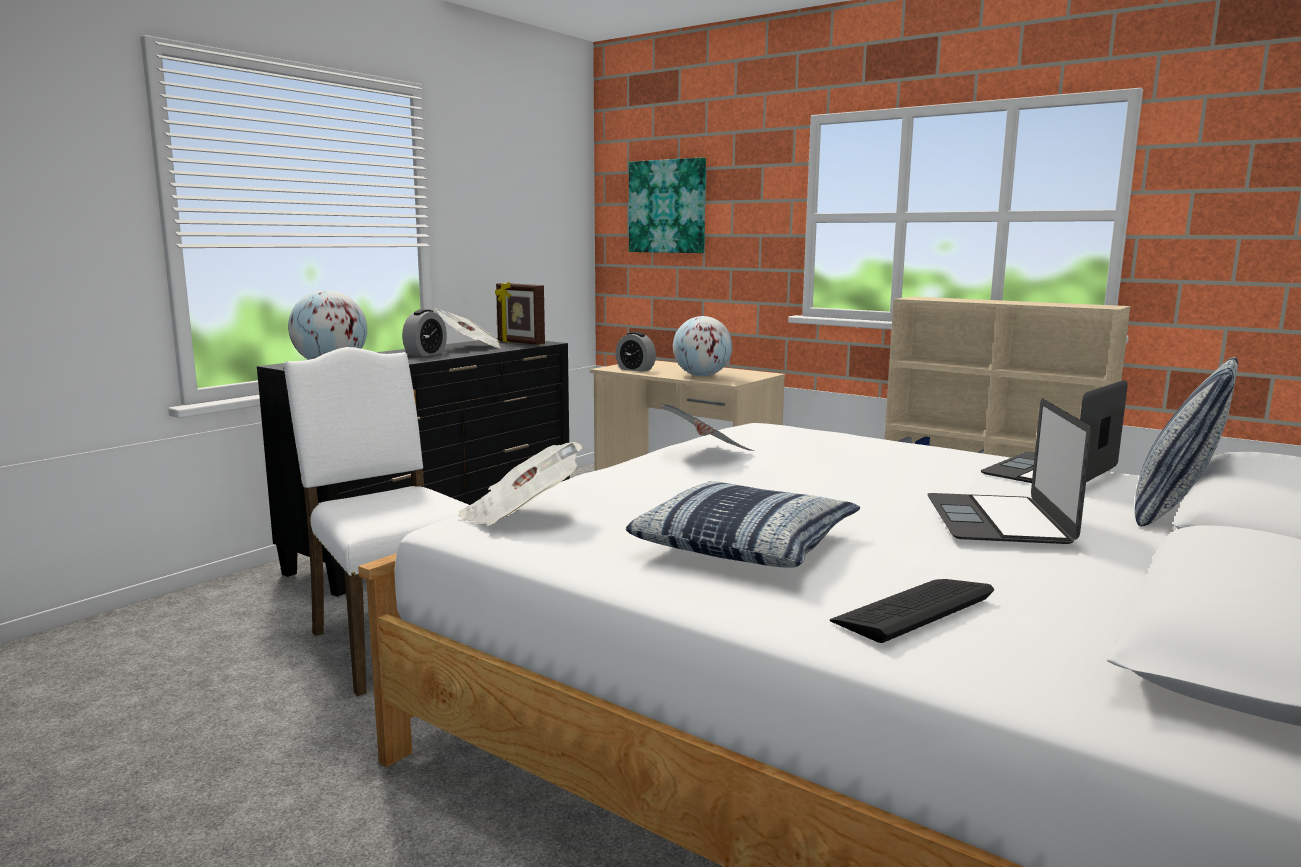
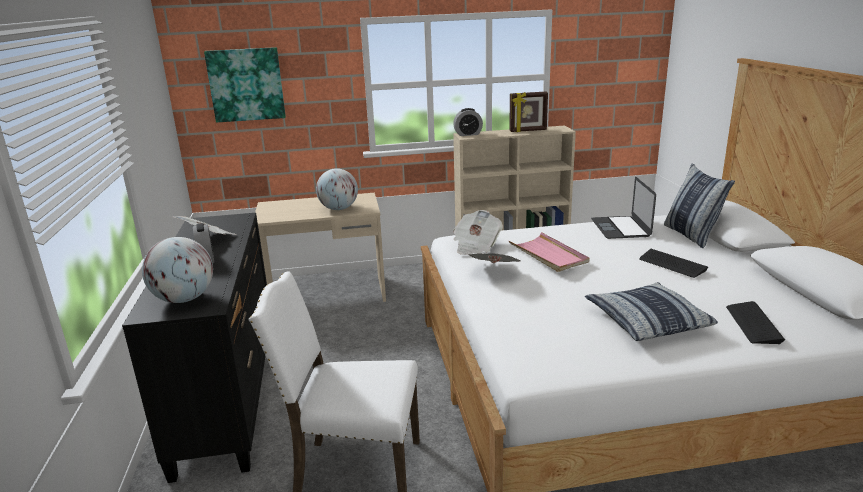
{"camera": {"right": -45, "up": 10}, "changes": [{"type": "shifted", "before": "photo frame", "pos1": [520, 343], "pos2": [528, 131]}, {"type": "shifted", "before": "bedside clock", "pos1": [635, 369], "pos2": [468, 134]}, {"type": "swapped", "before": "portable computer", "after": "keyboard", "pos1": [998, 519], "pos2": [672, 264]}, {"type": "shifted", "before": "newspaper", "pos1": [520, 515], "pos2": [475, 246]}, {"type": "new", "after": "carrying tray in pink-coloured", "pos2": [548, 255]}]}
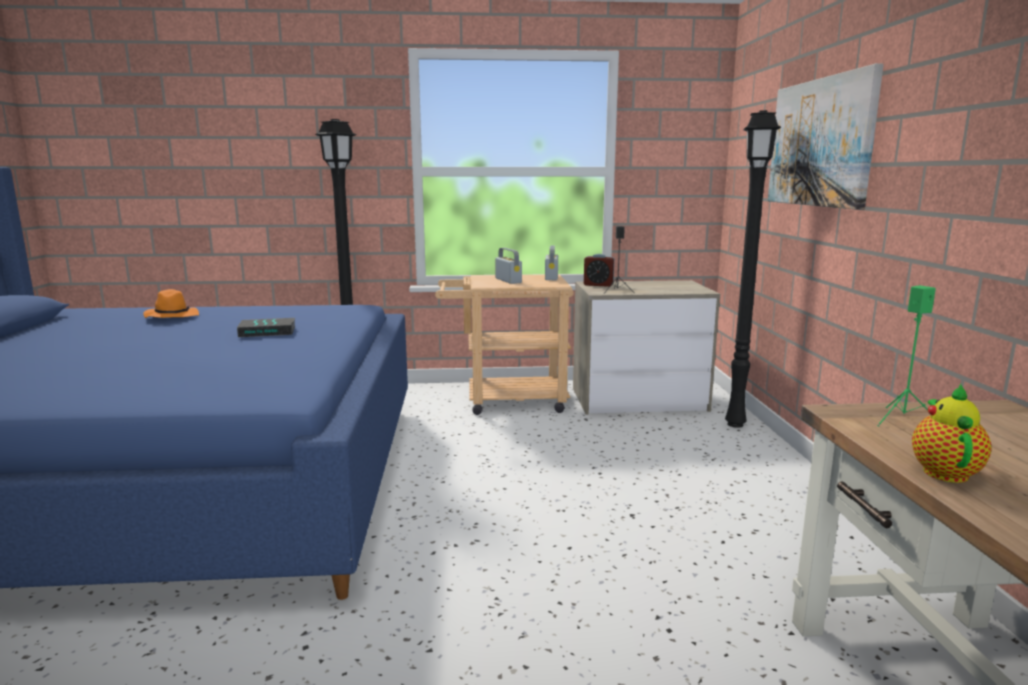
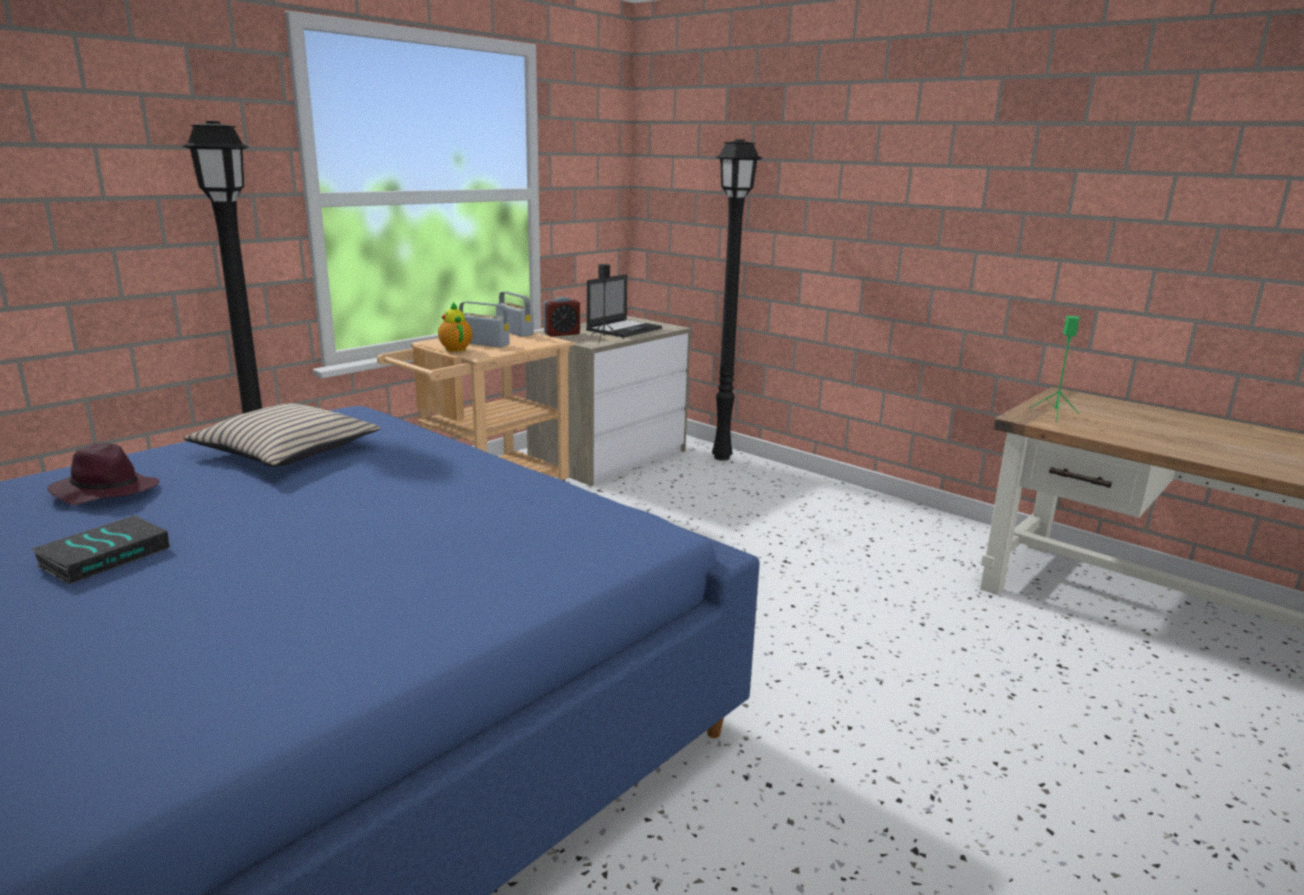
{"camera": {"right": -45, "up": 5}, "changes": [{"type": "gone", "before": "wall art", "pos1": [820, 143]}, {"type": "repainted", "before": "clothing hat in orangey", "after": "clothing hat in purple-coloured", "pos1": [171, 317], "pos2": [105, 491]}, {"type": "shifted", "before": "bound book", "pos1": [268, 331], "pos2": [105, 555]}, {"type": "shifted", "before": "pot for tea", "pos1": [943, 471], "pos2": [455, 349]}, {"type": "new", "after": "portable computer", "pos2": [624, 329]}, {"type": "new", "after": "pillow in beige-coloured", "pos2": [287, 451]}]}
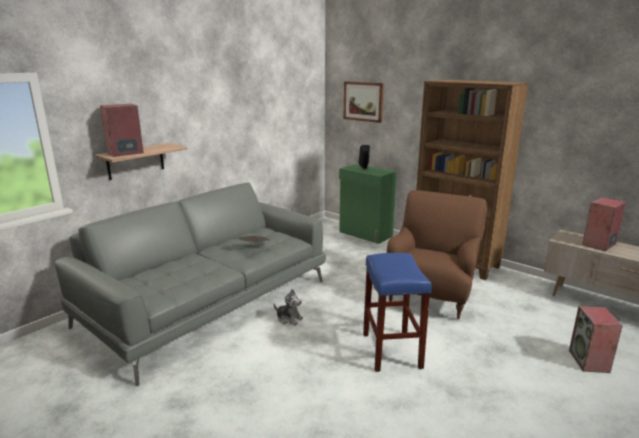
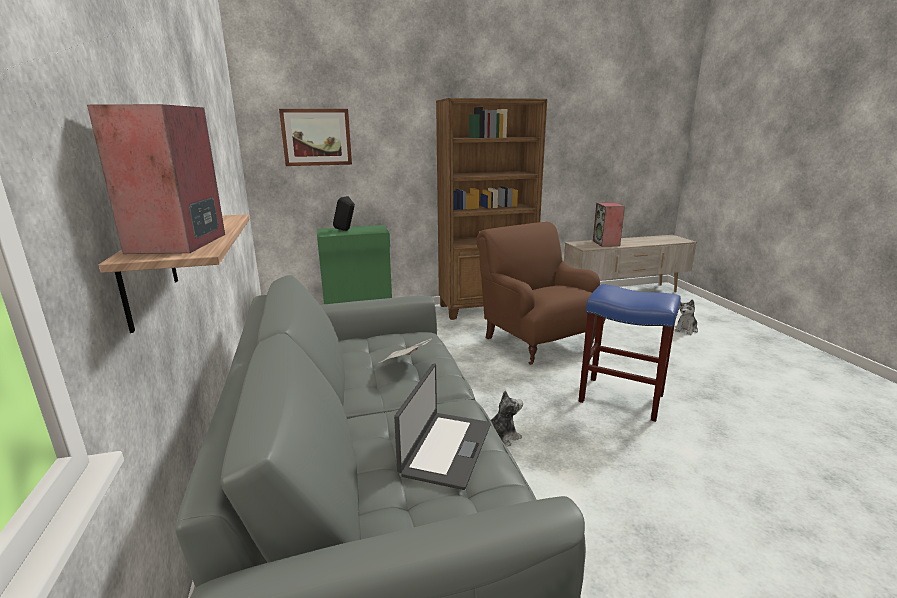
{"camera": {"right": -55, "up": 0}, "changes": [{"type": "swapped", "before": "loudspeaker", "after": "plush toy", "pos1": [589, 361], "pos2": [686, 329]}, {"type": "new", "after": "portable computer", "pos2": [445, 448]}]}
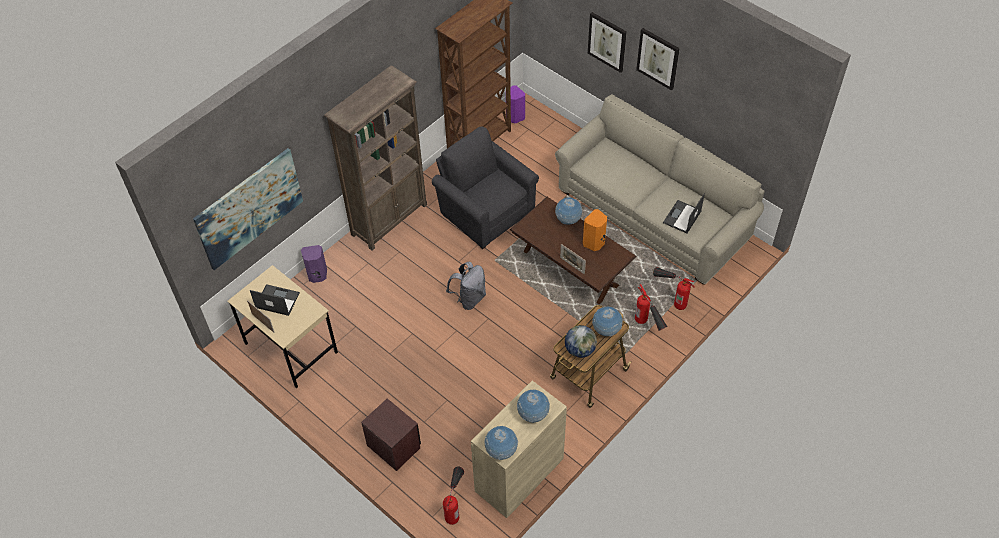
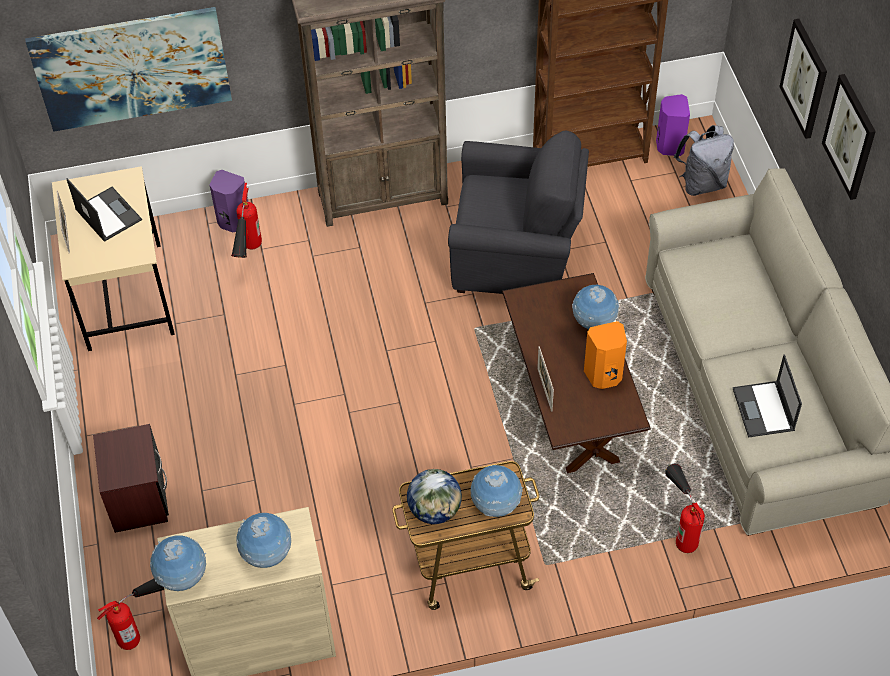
{"camera": {"right": 35, "up": 0}, "changes": [{"type": "rotated", "before": "armchair in greyish", "pos1": [485, 212], "pos2": [517, 255], "turn": 105}, {"type": "rotated", "before": "portable computer", "pos1": [682, 217], "pos2": [764, 410], "turn": -75}, {"type": "shifted", "before": "backpack in greyish", "pos1": [469, 298], "pos2": [702, 183]}, {"type": "shifted", "before": "fire extinguisher", "pos1": [648, 327], "pos2": [249, 256]}]}
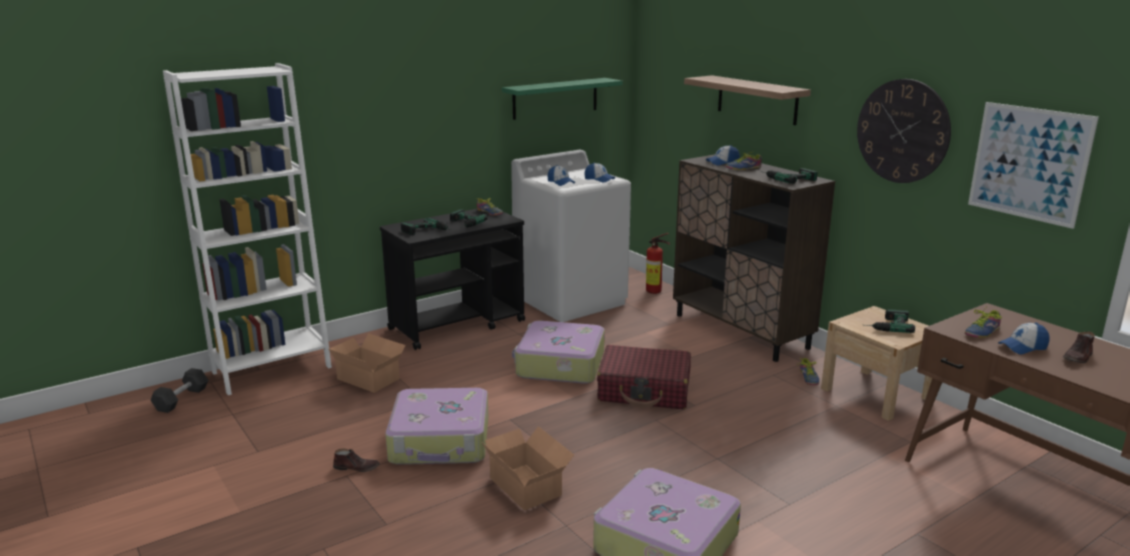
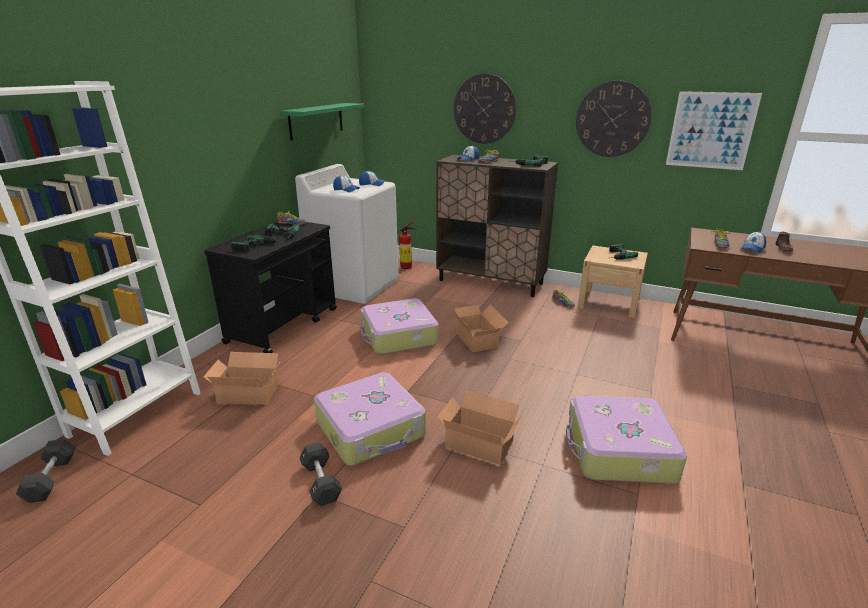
{"camera": {"right": -30, "up": 5}, "changes": [{"type": "swapped", "before": "shelf", "after": "clock on the wall", "pos1": [757, 99], "pos2": [484, 109]}, {"type": "swapped", "before": "travel case in reddish", "after": "carton", "pos1": [644, 390], "pos2": [478, 339]}, {"type": "swapped", "before": "low shoe in brownish", "after": "free weight in black-coloured", "pos1": [357, 467], "pos2": [321, 482]}]}
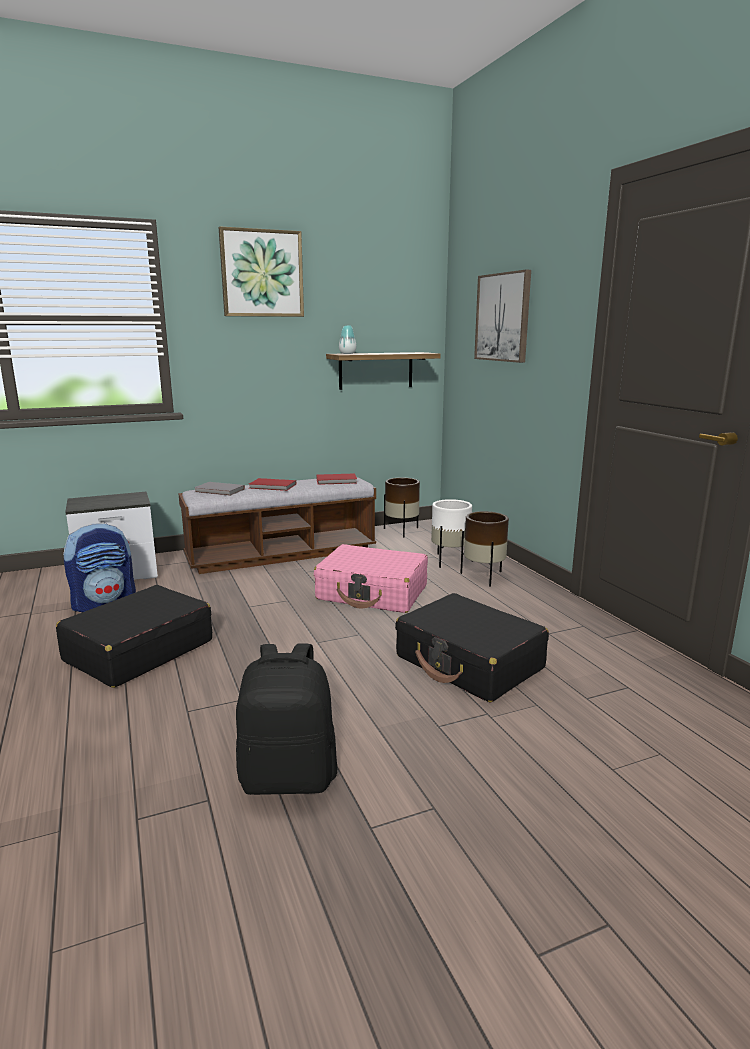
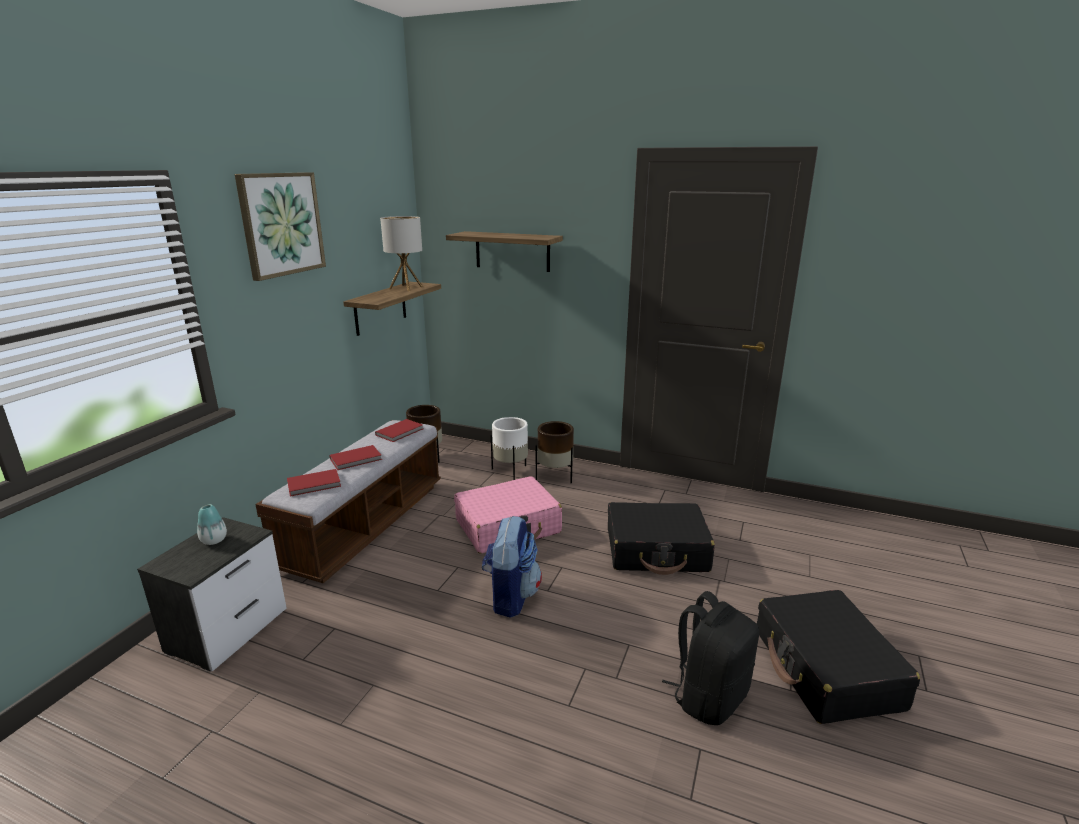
{"camera": {"right": -45, "up": 5}, "changes": [{"type": "swapped", "before": "wall art", "after": "shelf", "pos1": [503, 317], "pos2": [512, 251]}, {"type": "shifted", "before": "flower vase", "pos1": [347, 353], "pos2": [214, 540]}, {"type": "repainted", "before": "bound book in greyish", "after": "bound book in reddish", "pos1": [219, 491], "pos2": [315, 484]}, {"type": "shifted", "before": "backpack", "pos1": [104, 602], "pos2": [510, 596]}, {"type": "shifted", "before": "travel case in black-coloured", "pos1": [138, 651], "pos2": [826, 669]}, {"type": "new", "after": "lamp for a table", "pos2": [406, 288]}]}
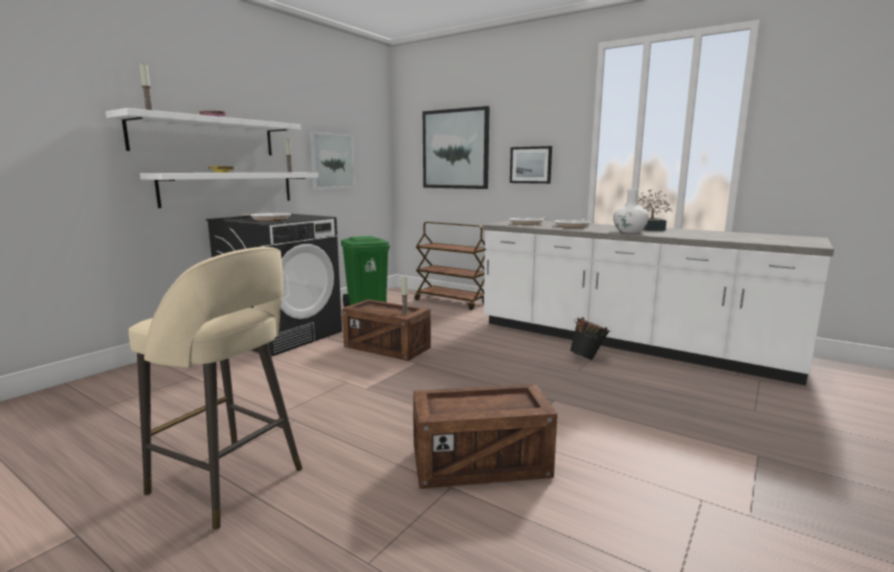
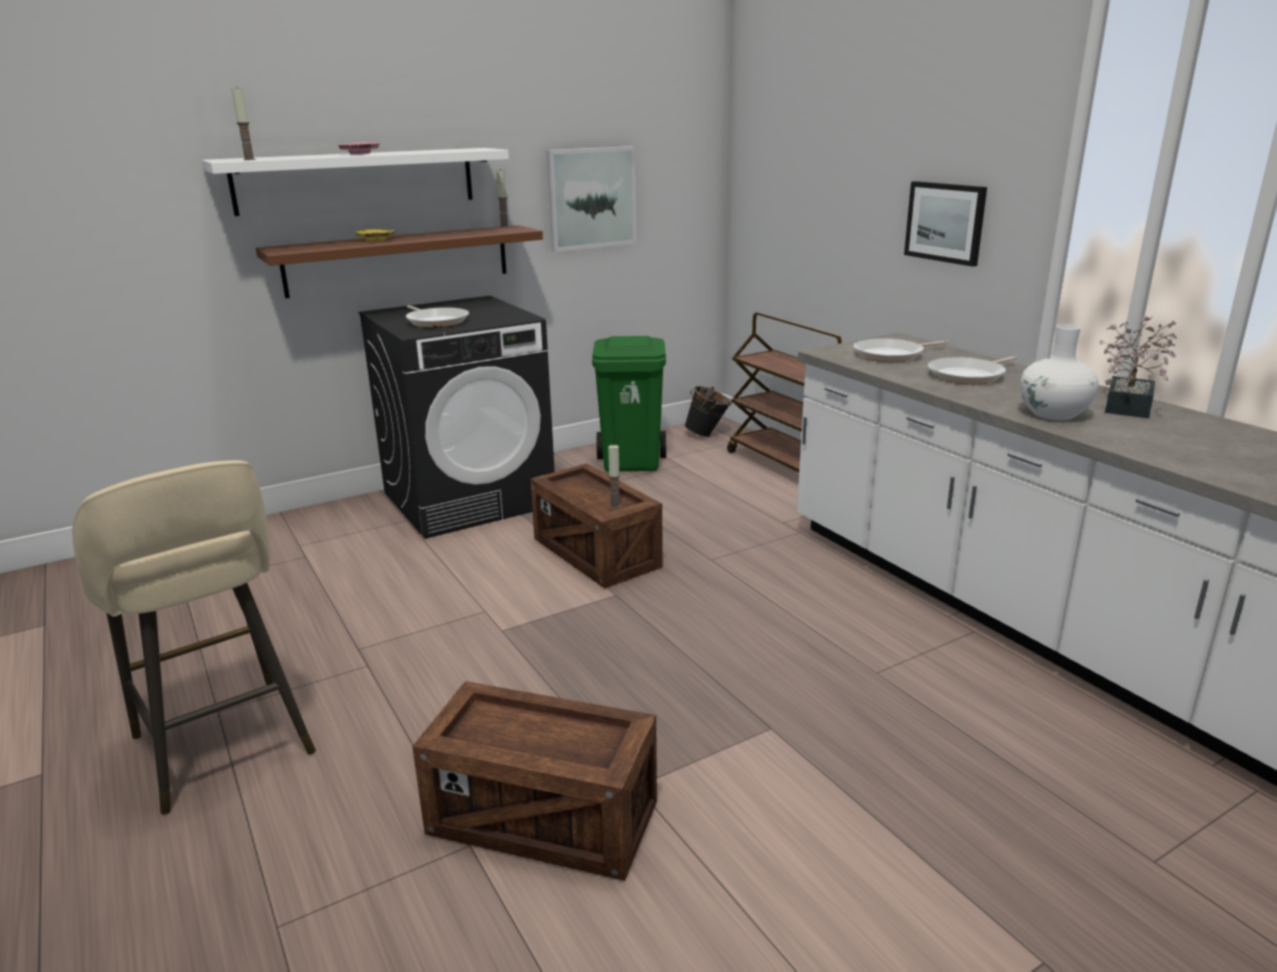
{"camera": {"right": 25, "up": 10}, "changes": [{"type": "gone", "before": "wall art", "pos1": [455, 149]}, {"type": "repainted", "before": "shelf in whitish", "after": "shelf in brownish", "pos1": [229, 188], "pos2": [399, 260]}, {"type": "shifted", "before": "pail in black-coloured", "pos1": [588, 358], "pos2": [708, 435]}]}
